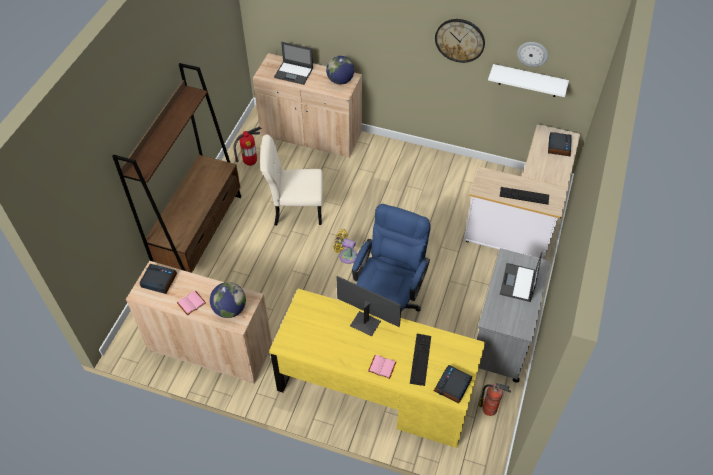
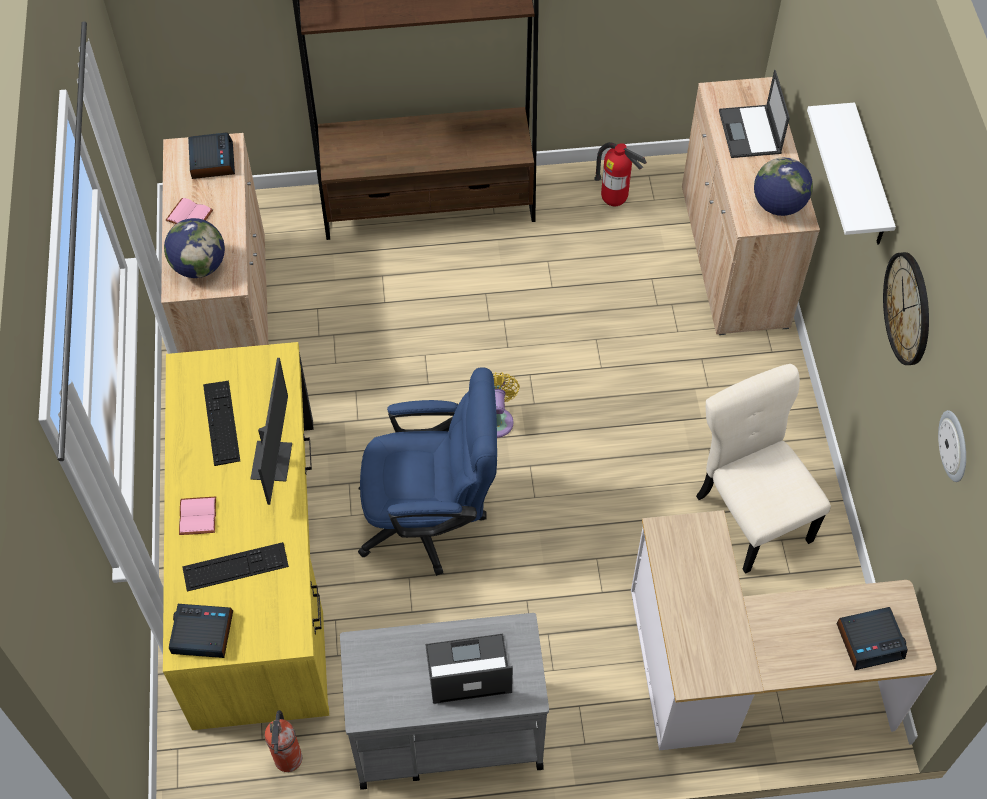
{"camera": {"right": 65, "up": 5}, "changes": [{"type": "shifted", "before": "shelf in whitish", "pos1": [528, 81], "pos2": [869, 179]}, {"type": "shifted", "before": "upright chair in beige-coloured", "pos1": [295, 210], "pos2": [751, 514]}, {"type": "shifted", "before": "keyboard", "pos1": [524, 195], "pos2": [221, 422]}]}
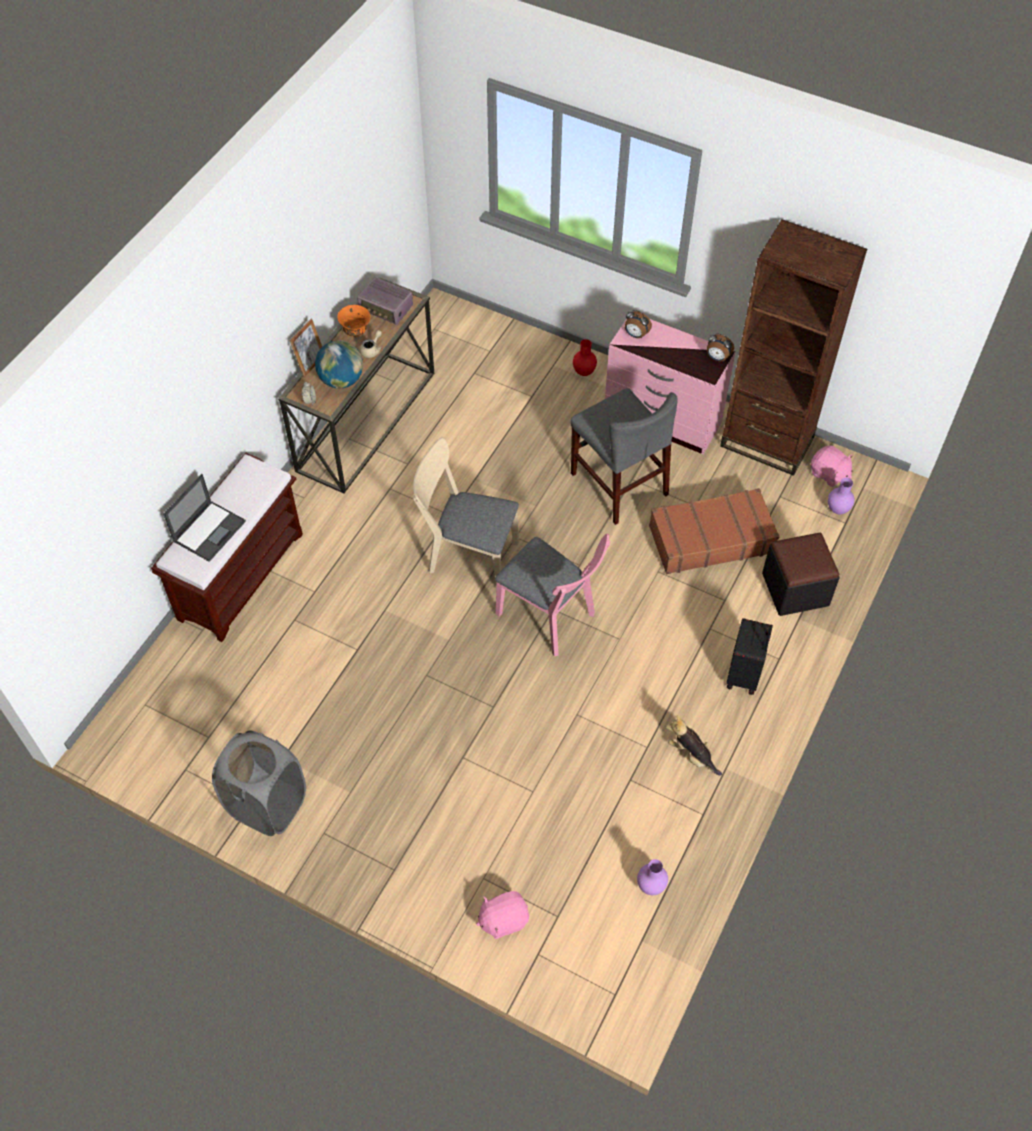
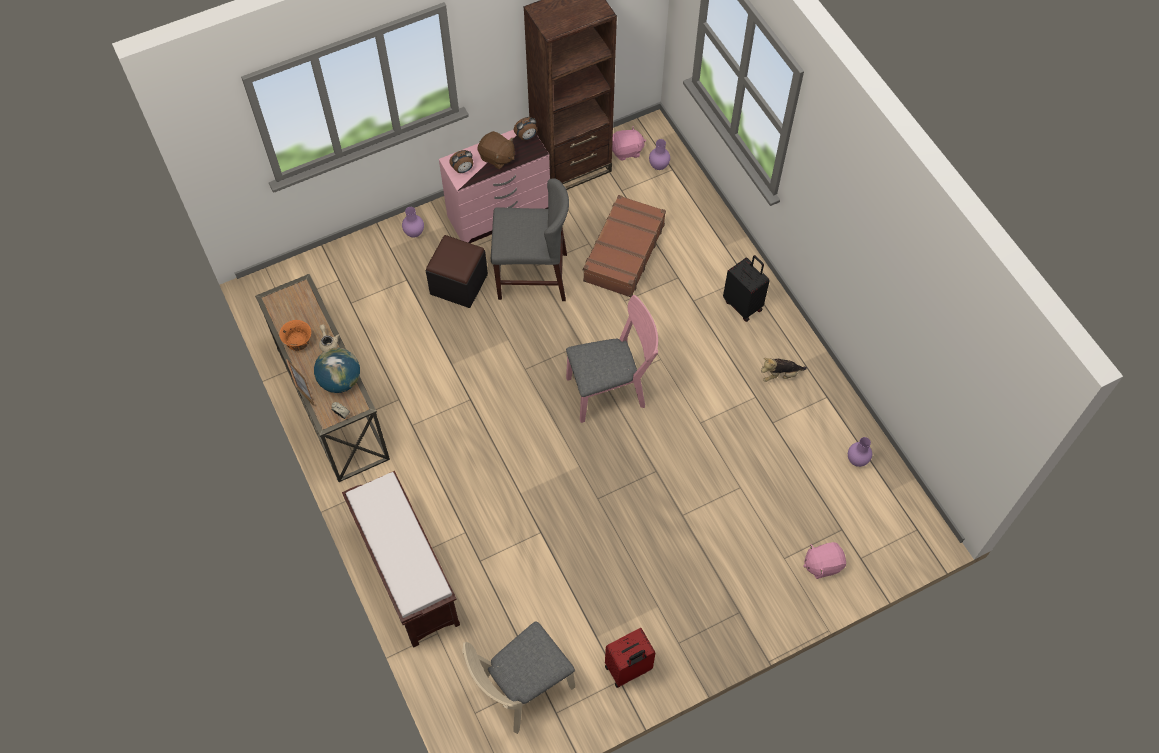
{"camera": {"right": -55, "up": 5}, "changes": [{"type": "gone", "before": "radio set", "pos1": [386, 309]}, {"type": "repainted", "before": "flower vase in reddish", "after": "flower vase in purple-coloured", "pos1": [584, 372], "pos2": [414, 233]}, {"type": "shifted", "before": "upright chair in beige-coloured", "pos1": [466, 554], "pos2": [521, 691]}, {"type": "gone", "before": "portable computer", "pos1": [209, 530]}, {"type": "shifted", "before": "ottoman in black-coloured", "pos1": [795, 589], "pos2": [459, 284]}, {"type": "swapped", "before": "washing basket in greyish", "after": "travel case in reddish", "pos1": [267, 804], "pos2": [628, 669]}, {"type": "rotated", "before": "plush toy in pink-coloured", "pos1": [503, 919], "pos2": [822, 564], "turn": 60}, {"type": "new", "after": "plush toy in brownish", "pos2": [497, 157]}]}
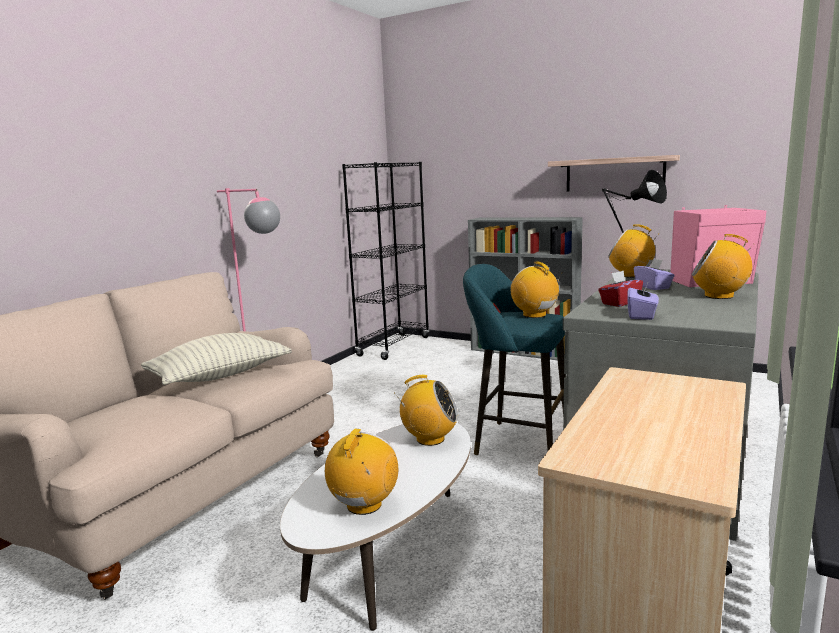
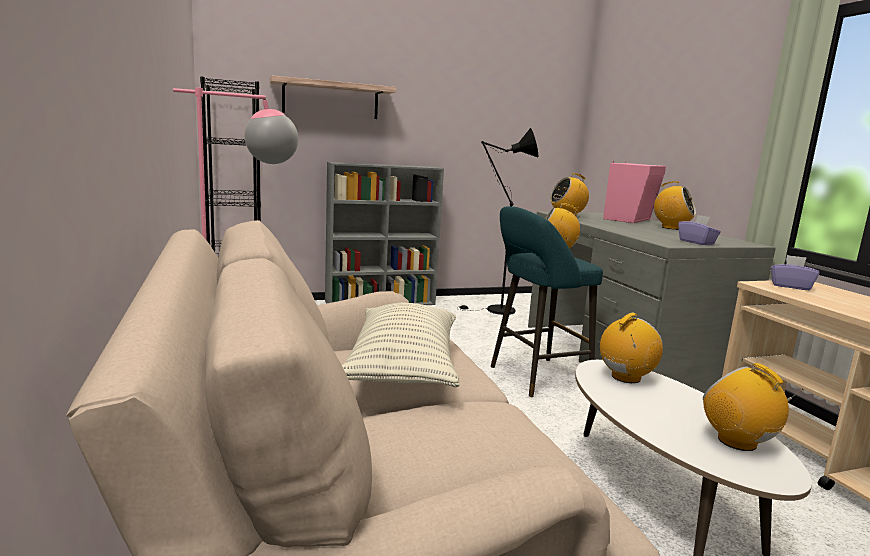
{"camera": {"right": -50, "up": 0}, "changes": [{"type": "shifted", "before": "shelf", "pos1": [614, 174], "pos2": [331, 99]}, {"type": "rotated", "before": "radio set", "pos1": [719, 296], "pos2": [671, 228], "turn": -120}, {"type": "shifted", "before": "tissue holder in purple-coloured", "pos1": [653, 287], "pos2": [790, 286]}, {"type": "gone", "before": "tissue holder in reddish", "pos1": [619, 303]}]}
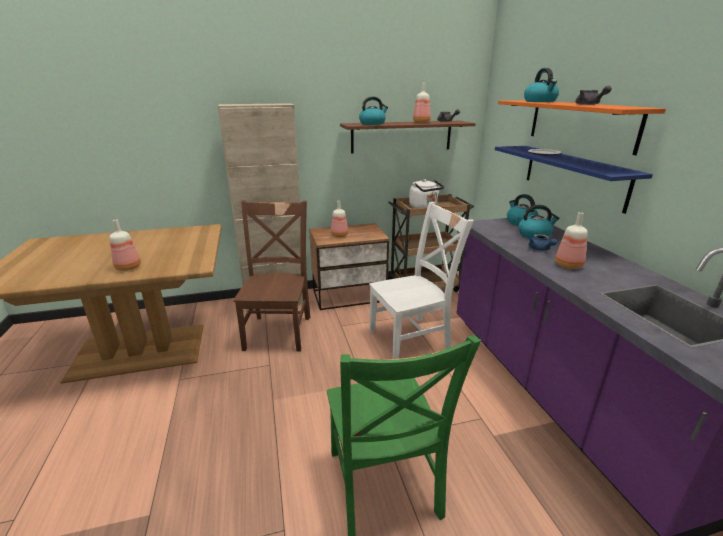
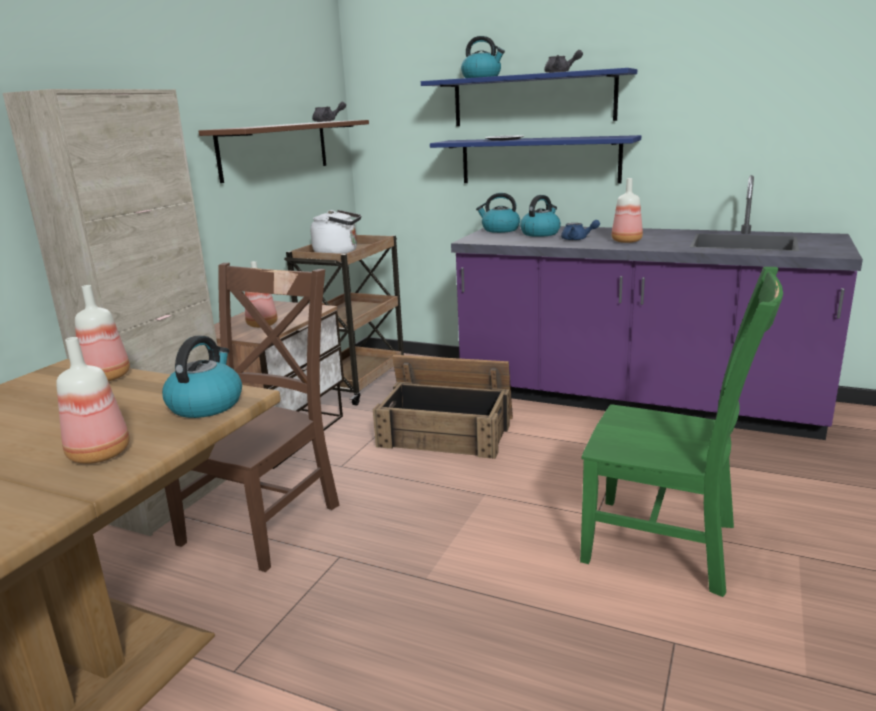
{"camera": {"right": -50, "up": -5}, "changes": [{"type": "shifted", "before": "drink bottle", "pos1": [421, 122], "pos2": [105, 377]}, {"type": "shifted", "before": "tea kettle", "pos1": [372, 123], "pos2": [206, 404]}, {"type": "repainted", "before": "shelf in orangey", "after": "shelf in blue", "pos1": [580, 124], "pos2": [533, 99]}, {"type": "rotated", "before": "upright chair in brownish", "pos1": [279, 330], "pos2": [265, 520], "turn": 75}, {"type": "swapped", "before": "upright chair in whitish", "after": "packing crate", "pos1": [412, 338], "pos2": [447, 431]}]}
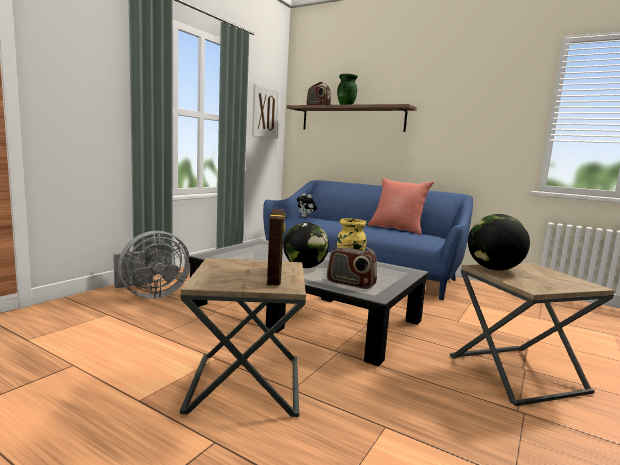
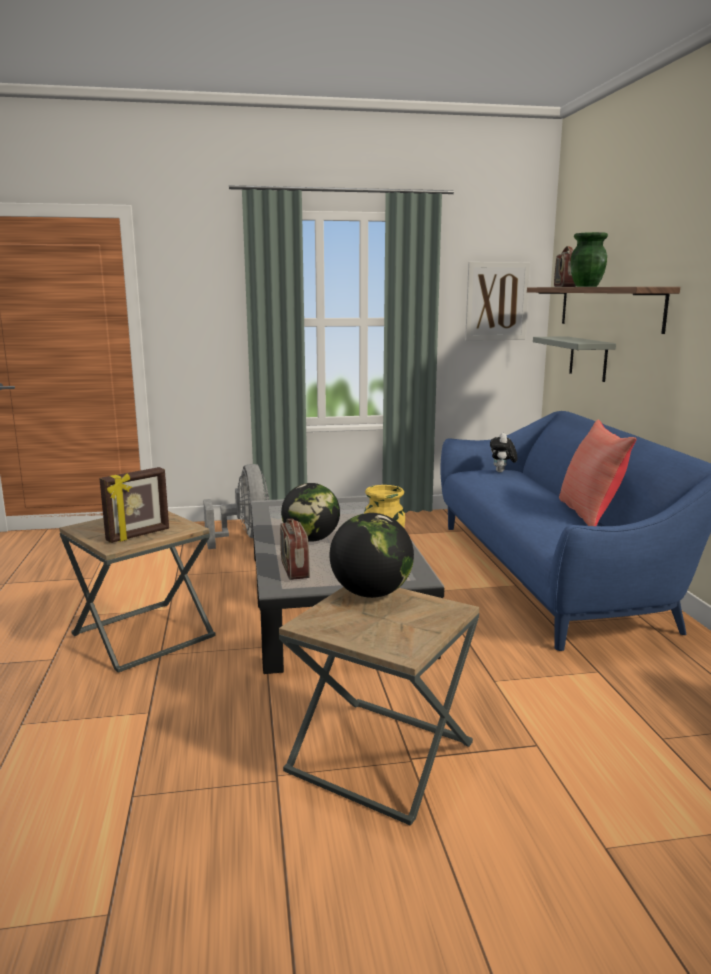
{"camera": {"right": 50, "up": 5}, "changes": [{"type": "rotated", "before": "fan in greyish", "pos1": [150, 295], "pos2": [245, 538], "turn": -120}, {"type": "new", "after": "shelf in greyish", "pos2": [588, 358]}]}
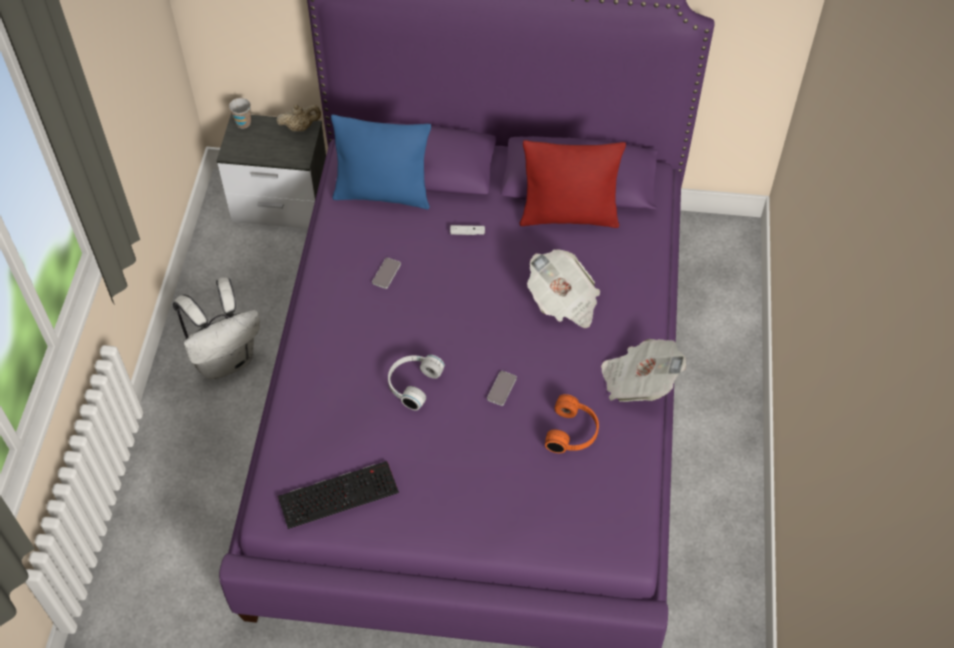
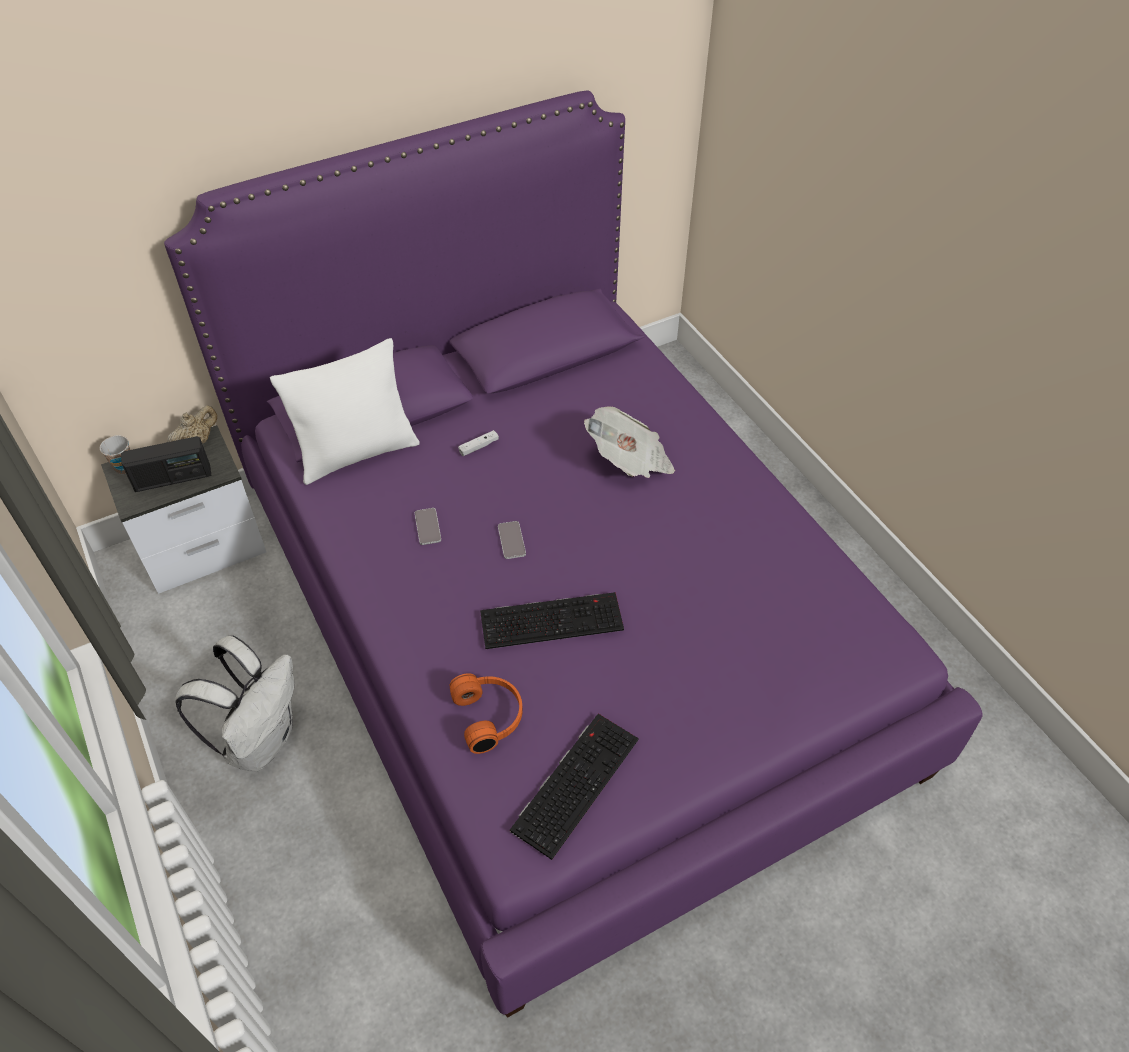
{"camera": {"right": -35, "up": -5}, "changes": [{"type": "repainted", "before": "pillow in blue", "after": "pillow in whitish", "pos1": [383, 194], "pos2": [357, 453]}, {"type": "gone", "before": "pillow in reddish", "pos1": [569, 216]}, {"type": "gone", "before": "newspaper", "pos1": [638, 381]}, {"type": "swapped", "before": "headset in whitish", "after": "keyboard", "pos1": [412, 384], "pos2": [553, 619]}, {"type": "shifted", "before": "phone", "pos1": [501, 388], "pos2": [511, 540]}, {"type": "shifted", "before": "headset in orangey", "pos1": [573, 432], "pos2": [490, 716]}, {"type": "new", "after": "radio set", "pos2": [172, 478]}]}
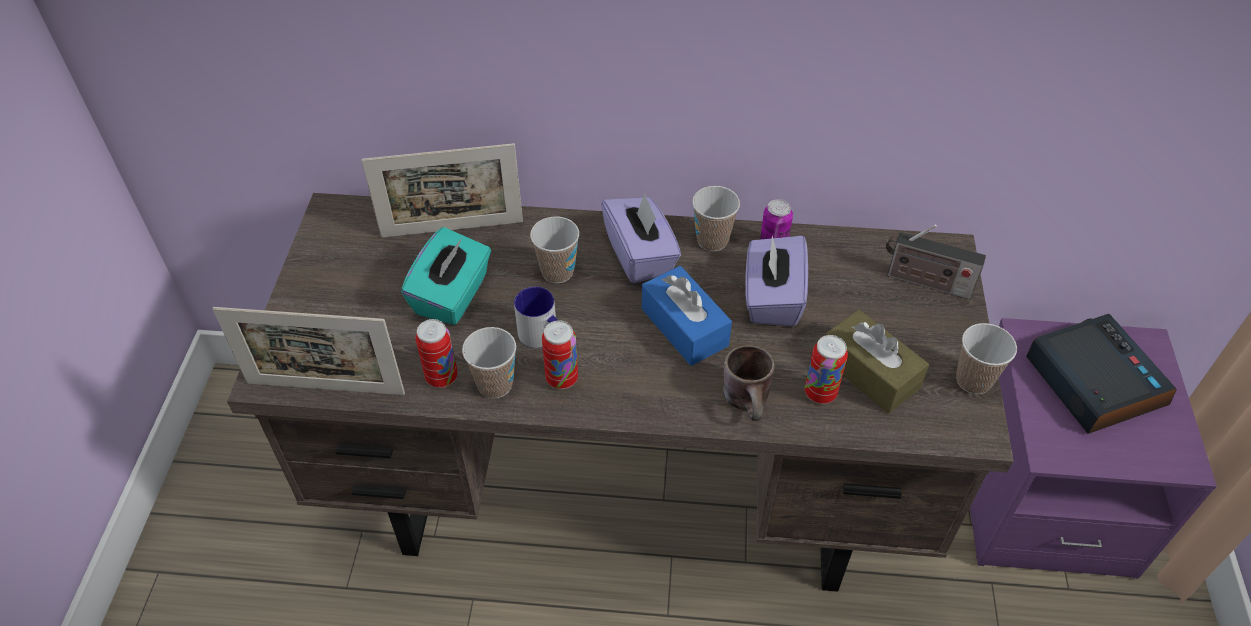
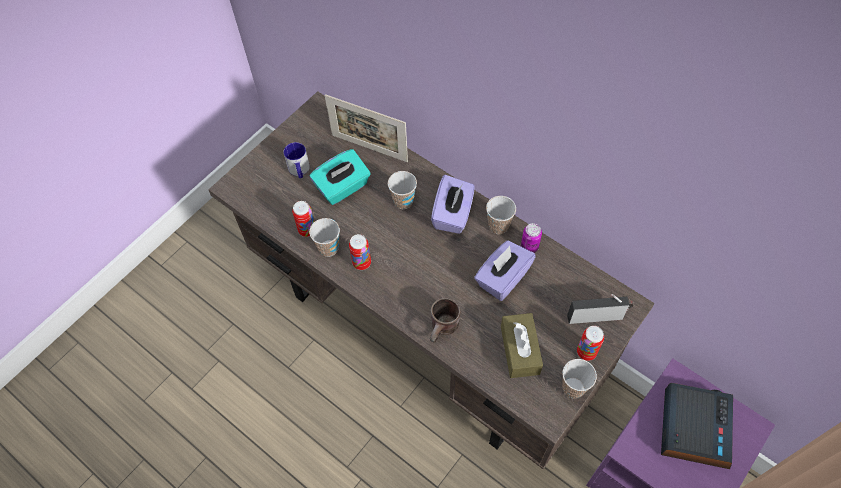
{"camera": {"right": 35, "up": 10}, "changes": [{"type": "rotated", "before": "radio set", "pos1": [924, 282], "pos2": [597, 316], "turn": 120}, {"type": "gone", "before": "tissue holder in blue", "pos1": [684, 327]}, {"type": "shifted", "before": "mug", "pos1": [543, 337], "pos2": [299, 170]}, {"type": "gone", "before": "photo frame", "pos1": [325, 388]}, {"type": "shifted", "before": "can", "pos1": [820, 393], "pos2": [586, 352]}]}
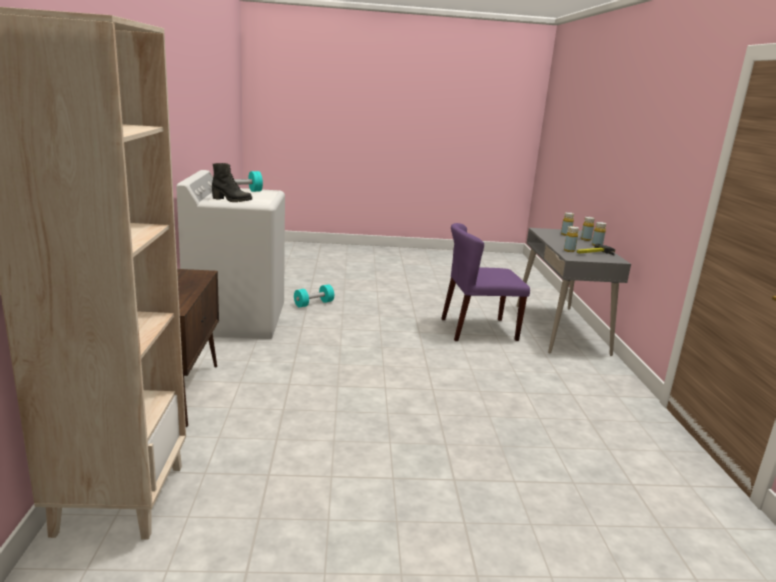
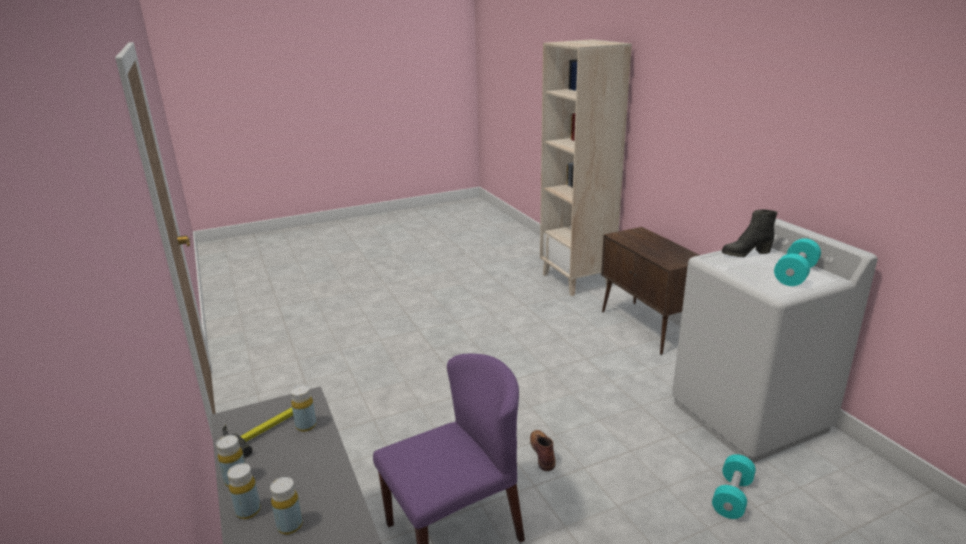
{"camera": {"right": 160, "up": 5}, "changes": [{"type": "new", "after": "boot in brownish", "pos2": [542, 451]}]}
